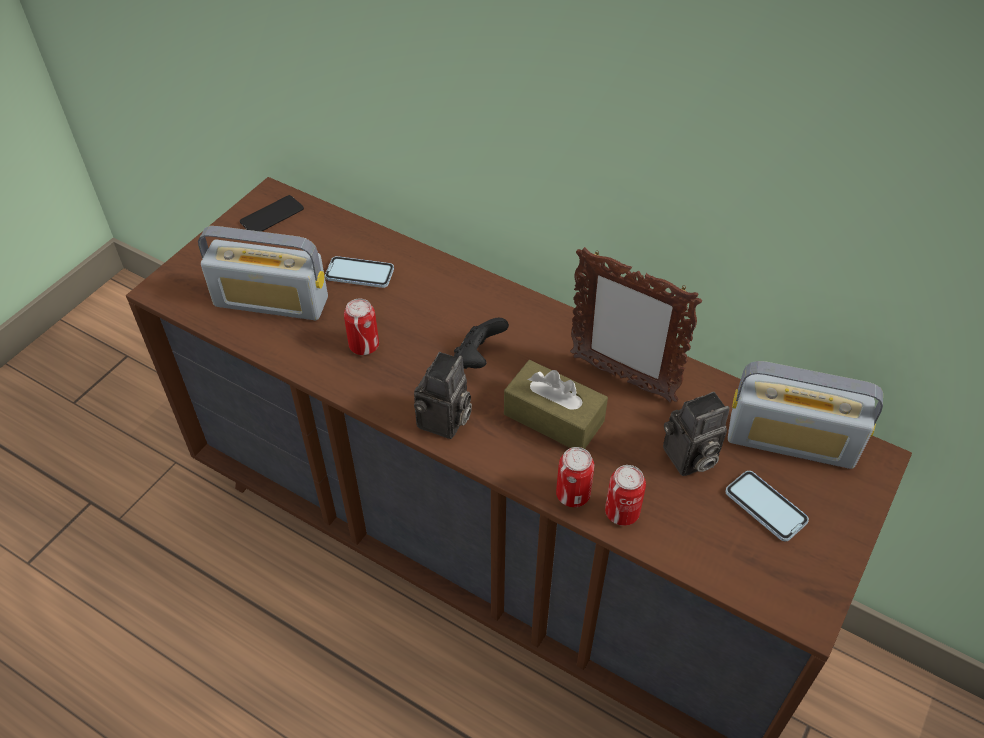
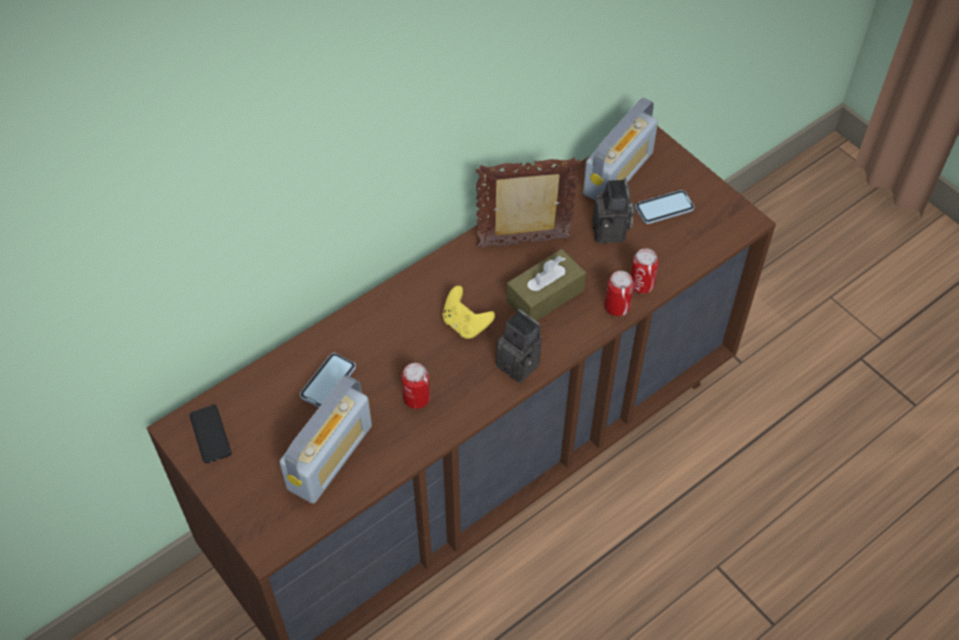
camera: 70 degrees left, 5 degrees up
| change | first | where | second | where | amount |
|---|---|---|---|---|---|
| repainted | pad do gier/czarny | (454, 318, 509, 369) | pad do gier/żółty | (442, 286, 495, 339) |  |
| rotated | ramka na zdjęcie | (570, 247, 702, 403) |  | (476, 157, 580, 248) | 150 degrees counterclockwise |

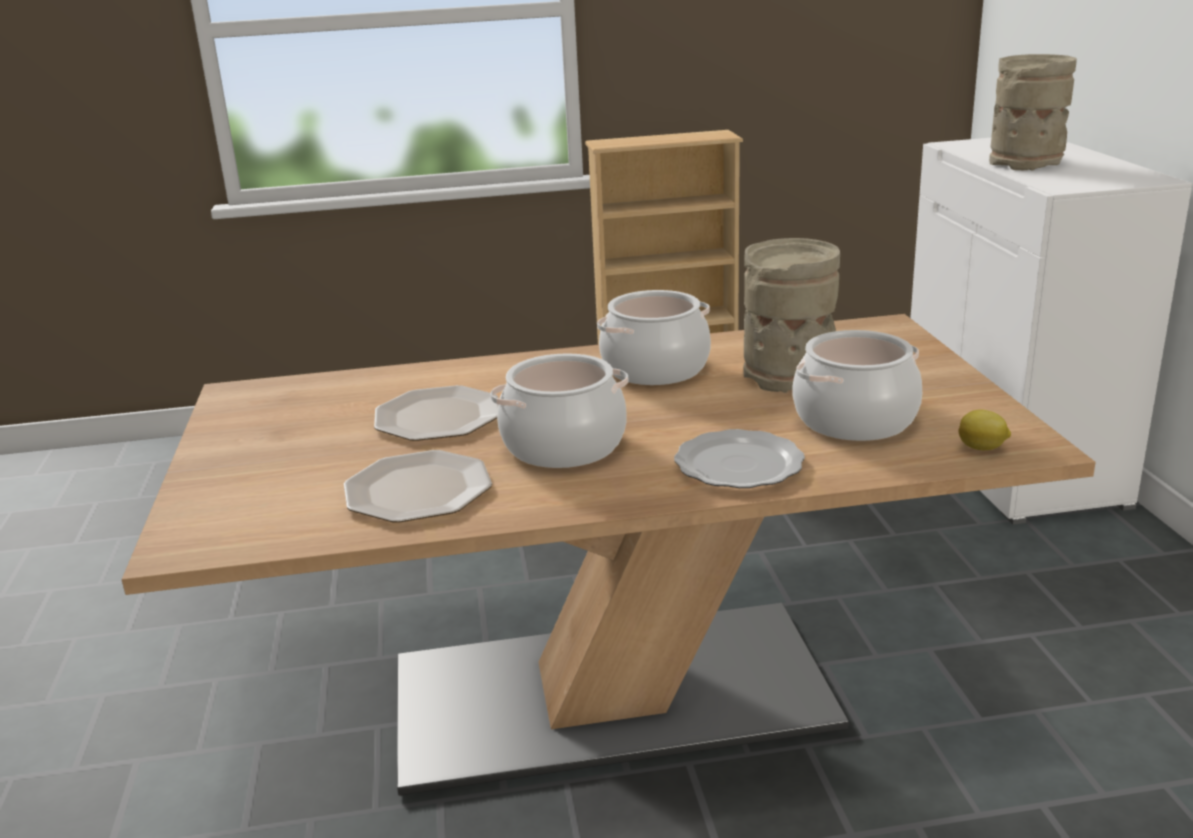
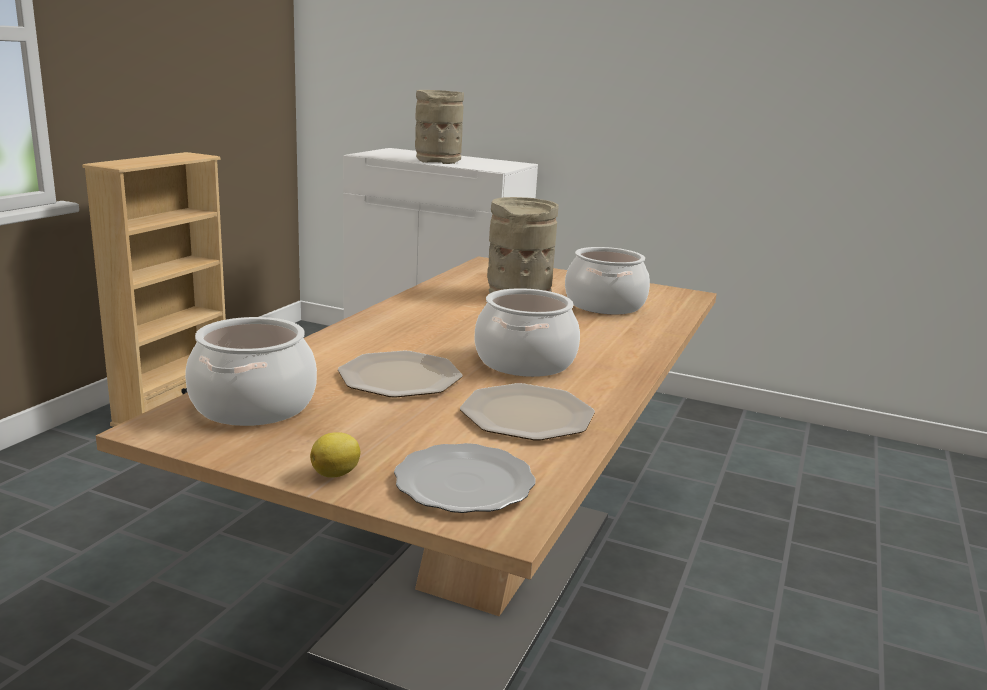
camera: 60 degrees left, 5 degrees down
| change | first | where | second | where | amount |
|---|---|---|---|---|---|
| shifted | garnek | (597, 290, 711, 385) |  | (185, 317, 317, 426) |  |
| shifted | talerz | (674, 429, 805, 488) |  | (394, 443, 536, 513) |  |
| shifted | cytryna | (958, 409, 1011, 450) |  | (310, 432, 360, 478) |  |

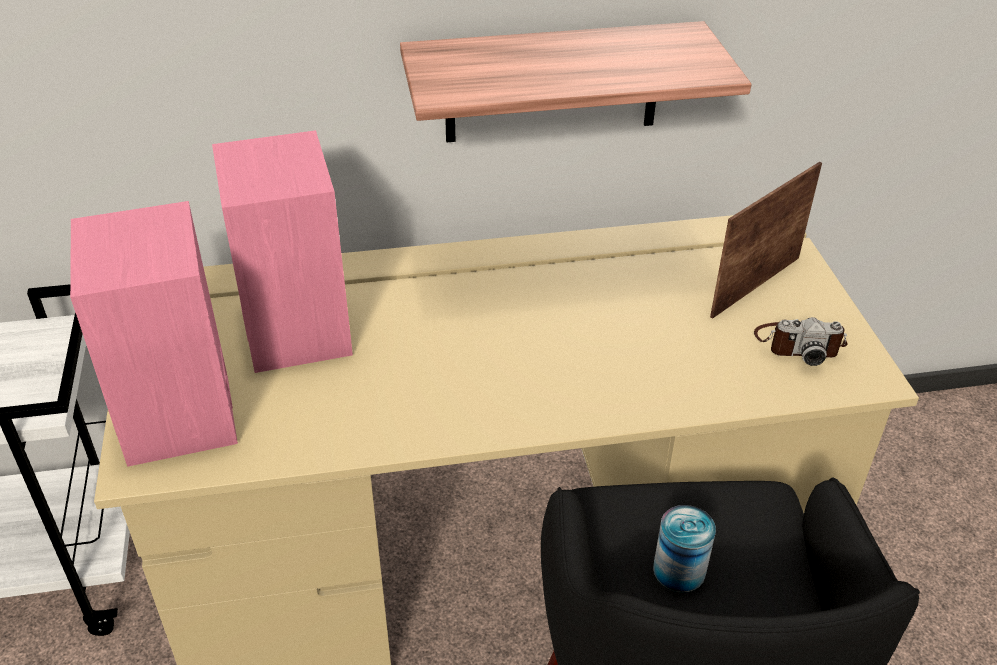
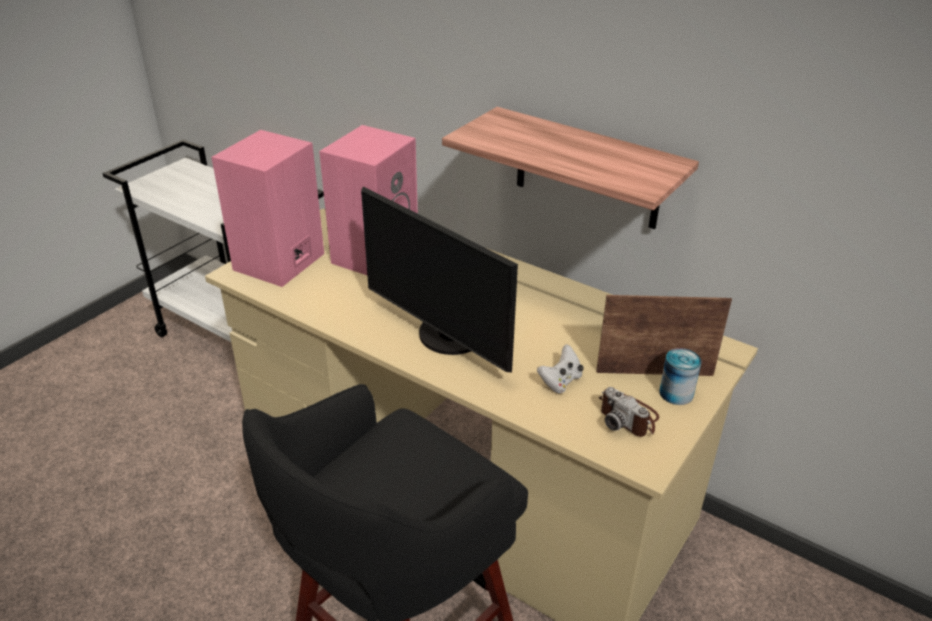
camera: 45 degrees right, 5 degrees down
| change | first | where | second | where | amount |
|---|---|---|---|---|---|
| shifted | puszka | (653, 505, 716, 592) |  | (659, 348, 702, 405) |  |
| new |  |  | monitor | (361, 187, 518, 372) |  |
| new |  |  | pad do gier/biały | (537, 344, 584, 394) |  |

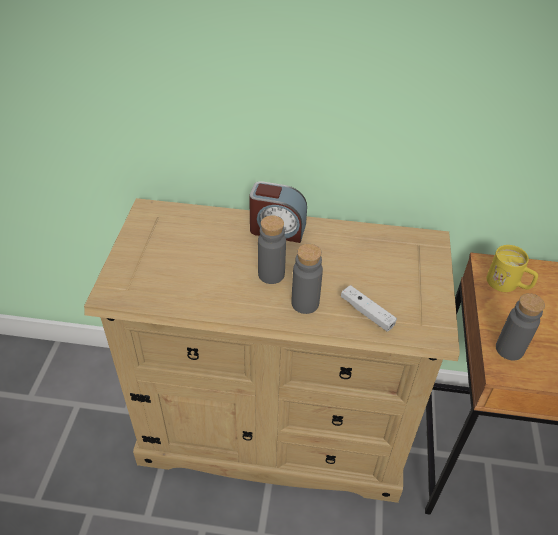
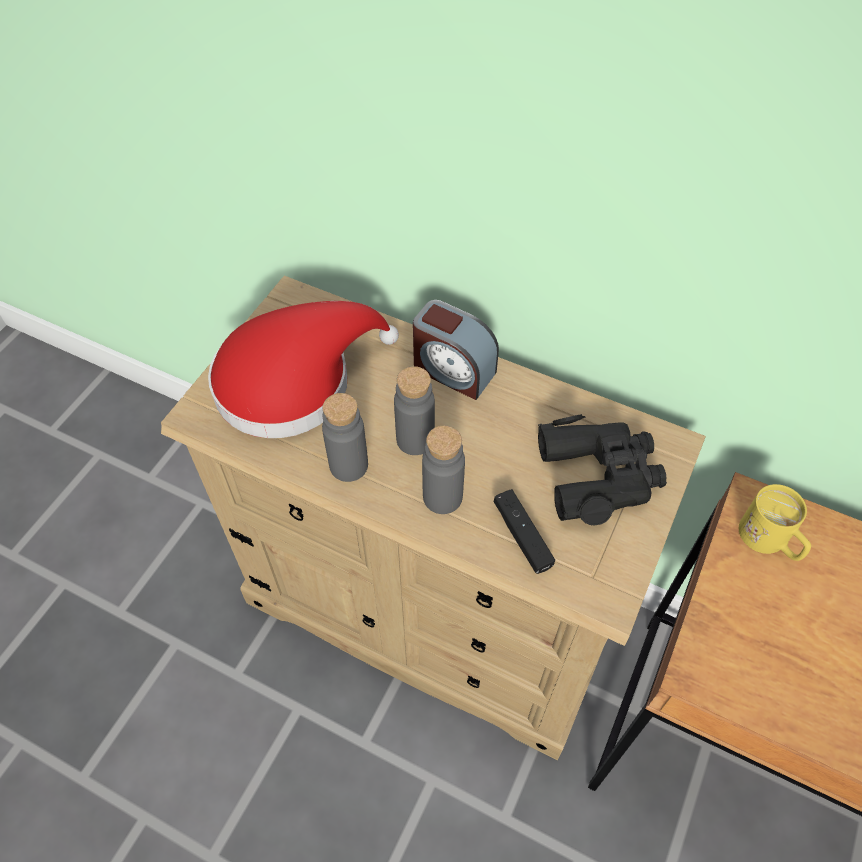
camera: 20 degrees right, 10 degrees up
| change | first | where | second | where | amount |
|---|---|---|---|---|---|
| repainted | pad do gier/biały | (341, 285, 397, 332) | pad do gier/czarny | (494, 489, 555, 574) |  |
| shifted | butelka/szary | (496, 293, 545, 361) |  | (322, 393, 368, 482) |  |
| new |  |  | kapelusz/czerwony | (208, 301, 399, 438) |  |
| new |  |  | lornetka/czarny | (538, 414, 667, 526) |  |

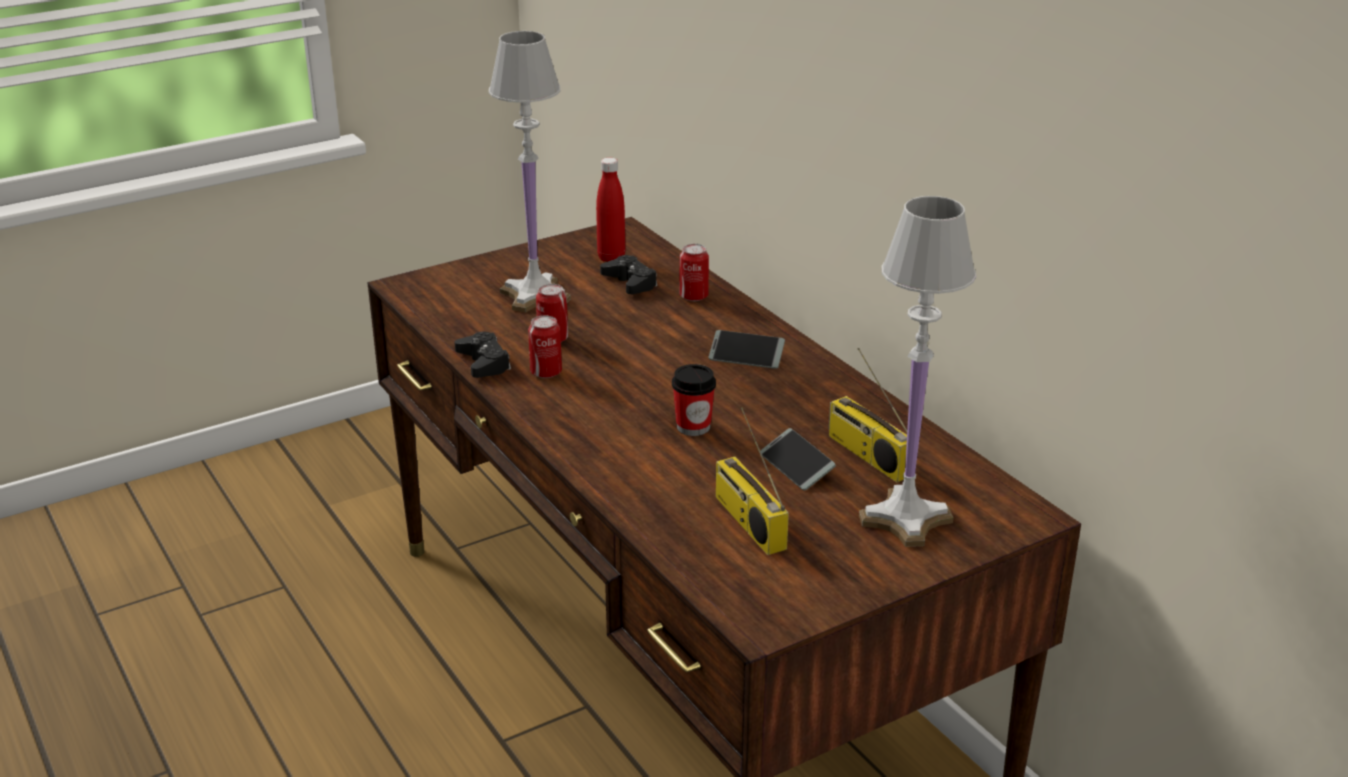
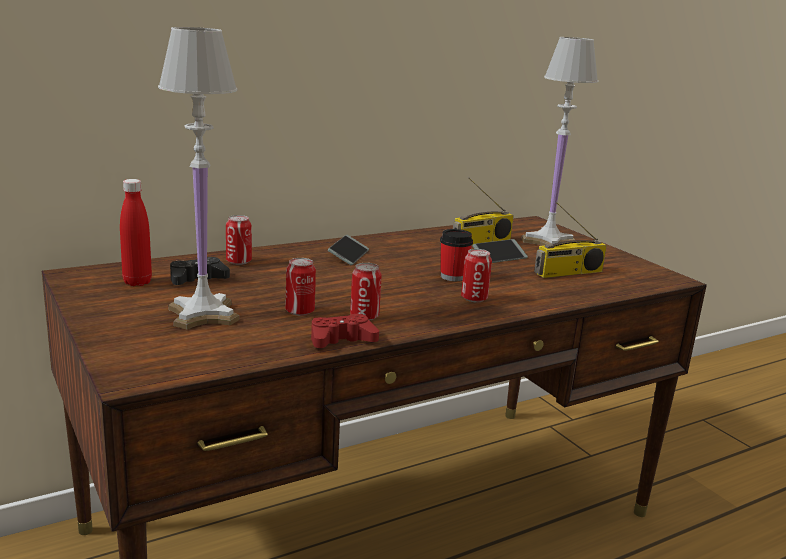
camera: 90 degrees left, 10 degrees down
| change | first | where | second | where | amount |
|---|---|---|---|---|---|
| repainted | pad do gier/czarny | (454, 331, 511, 378) | pad do gier/czerwony | (311, 314, 379, 348) |  |
| new |  |  | puszka | (461, 249, 492, 302) |  |

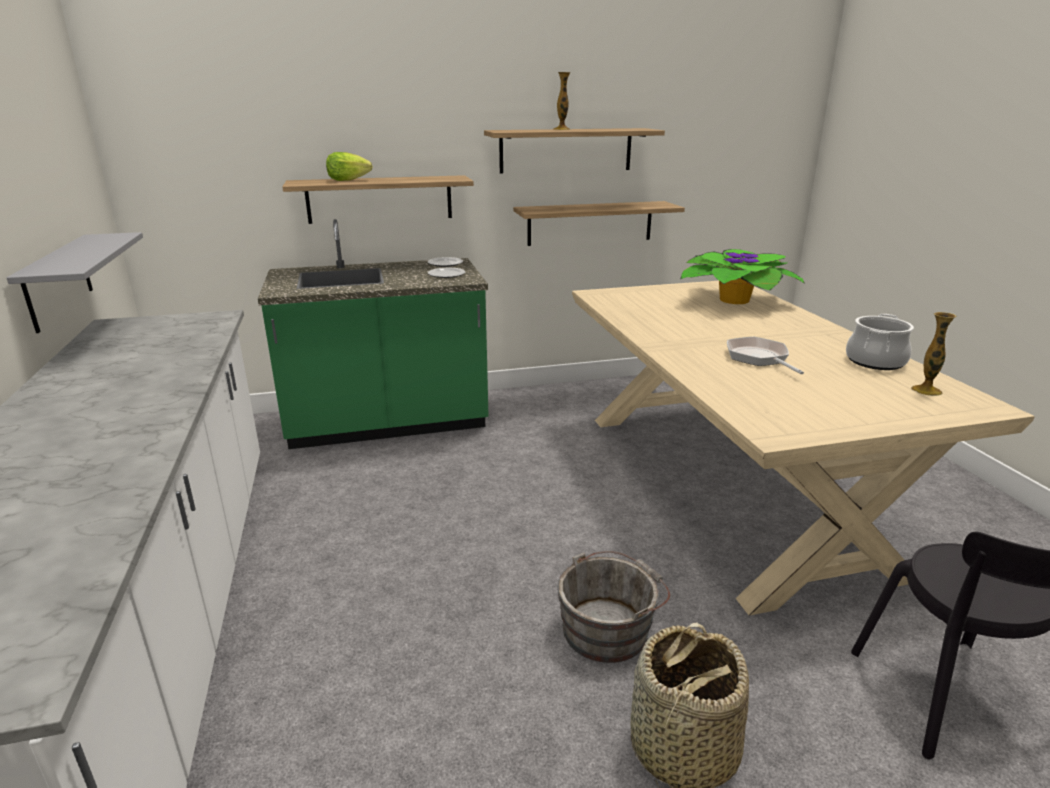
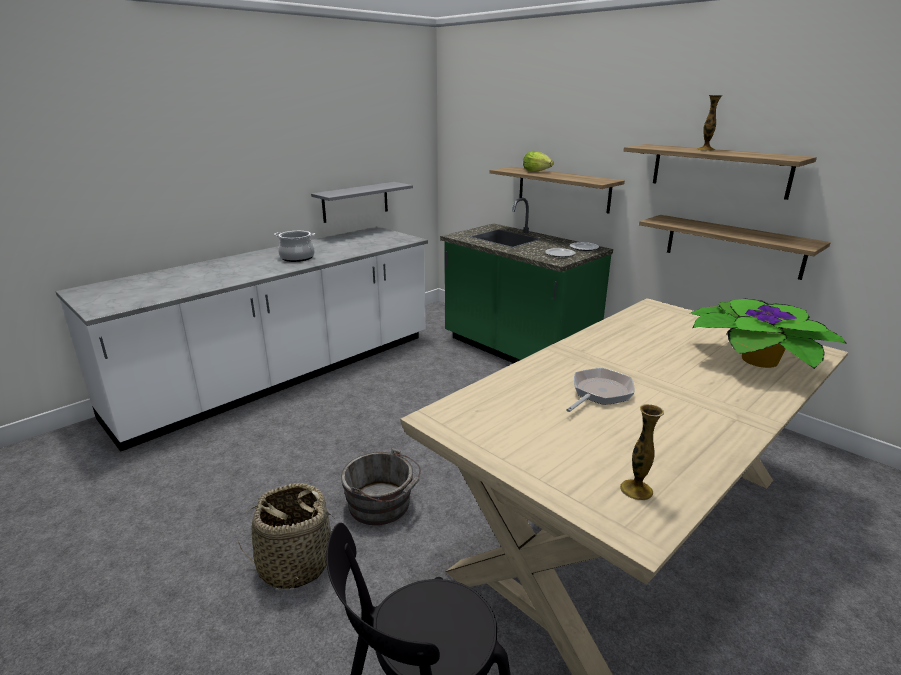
camera: 60 degrees right, 0 degrees up
| change | first | where | second | where | amount |
|---|---|---|---|---|---|
| shifted | garnek | (846, 314, 914, 370) |  | (274, 231, 315, 262) |  |

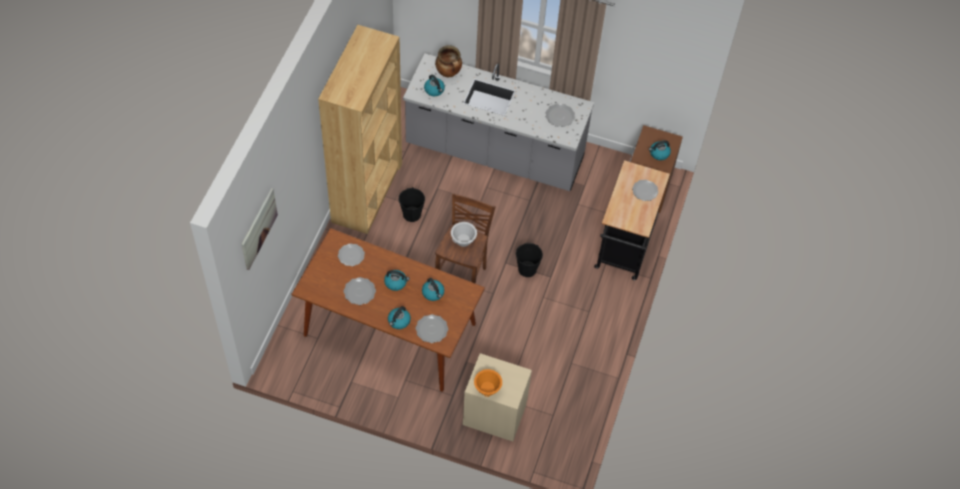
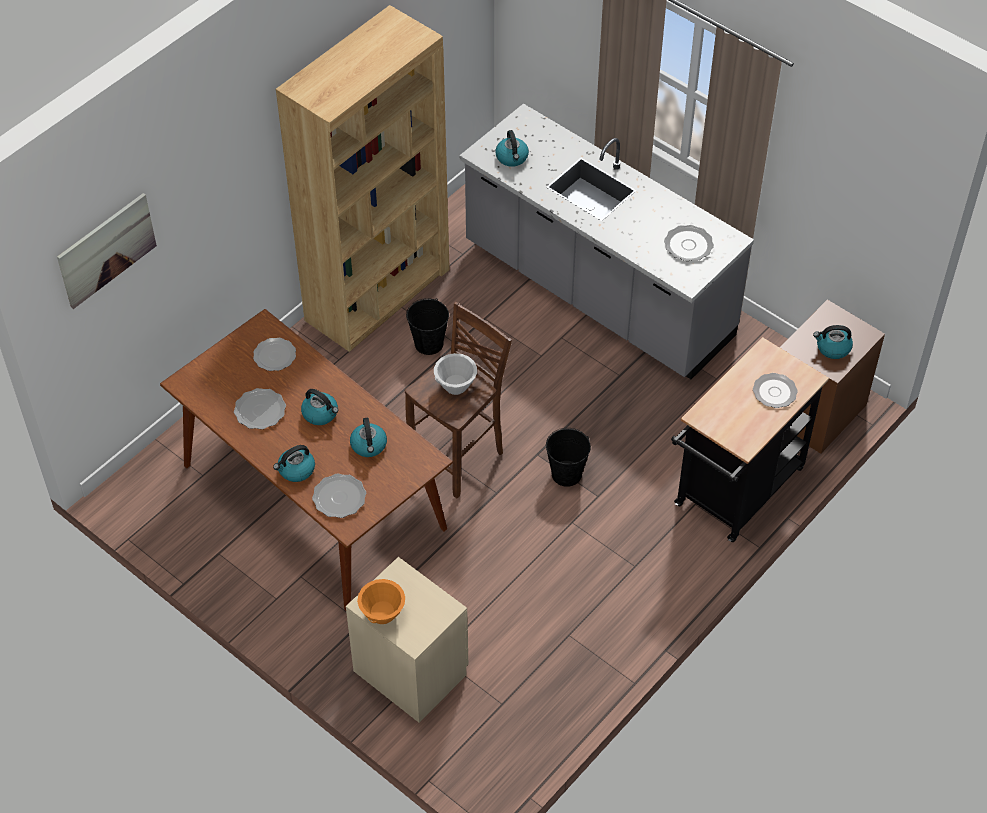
camera: 25 degrees right, 5 degrees down
| change | first | where | second | where | amount |
|---|---|---|---|---|---|
| gone | garnek | (435, 45, 462, 78) |  |  |  |

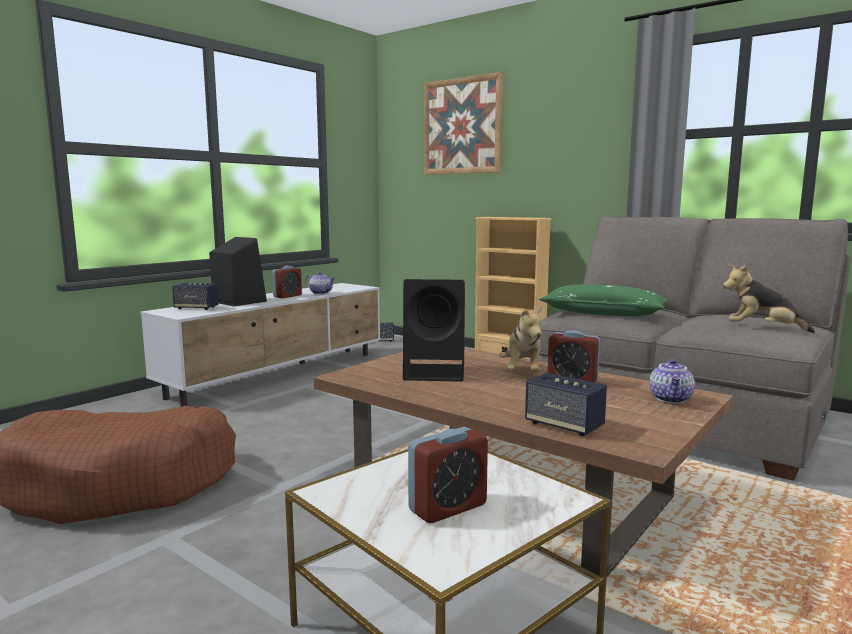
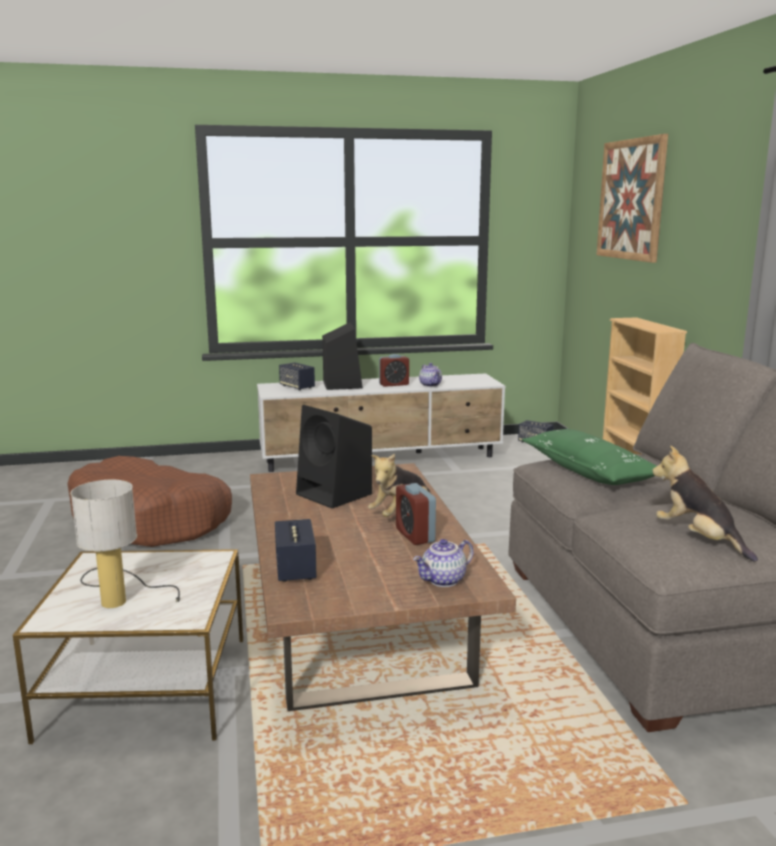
camera: 40 degrees right, 5 degrees up
| change | first | where | second | where | amount |
|---|---|---|---|---|---|
| swapped | budzik | (408, 427, 488, 523) | lampa stołowa | (70, 480, 180, 608) |  |

